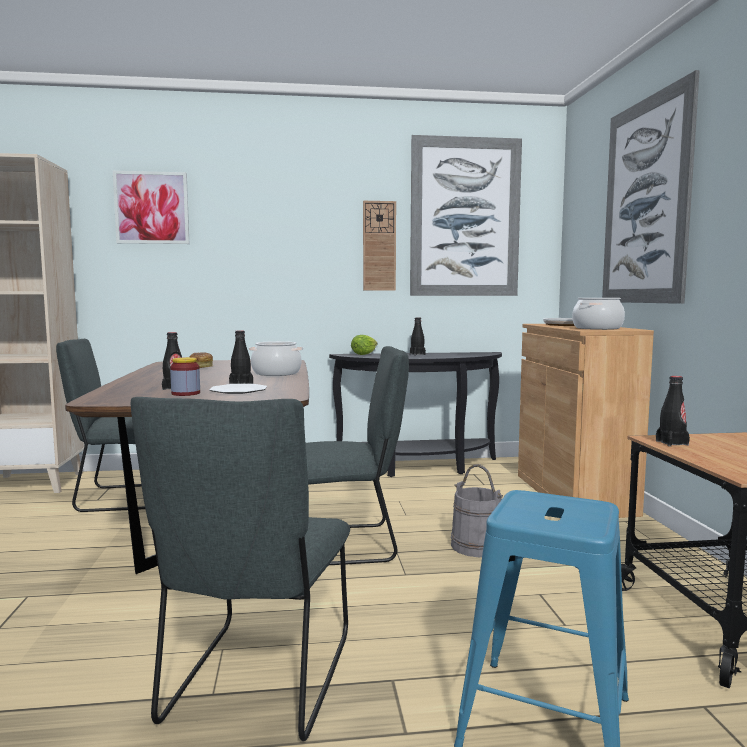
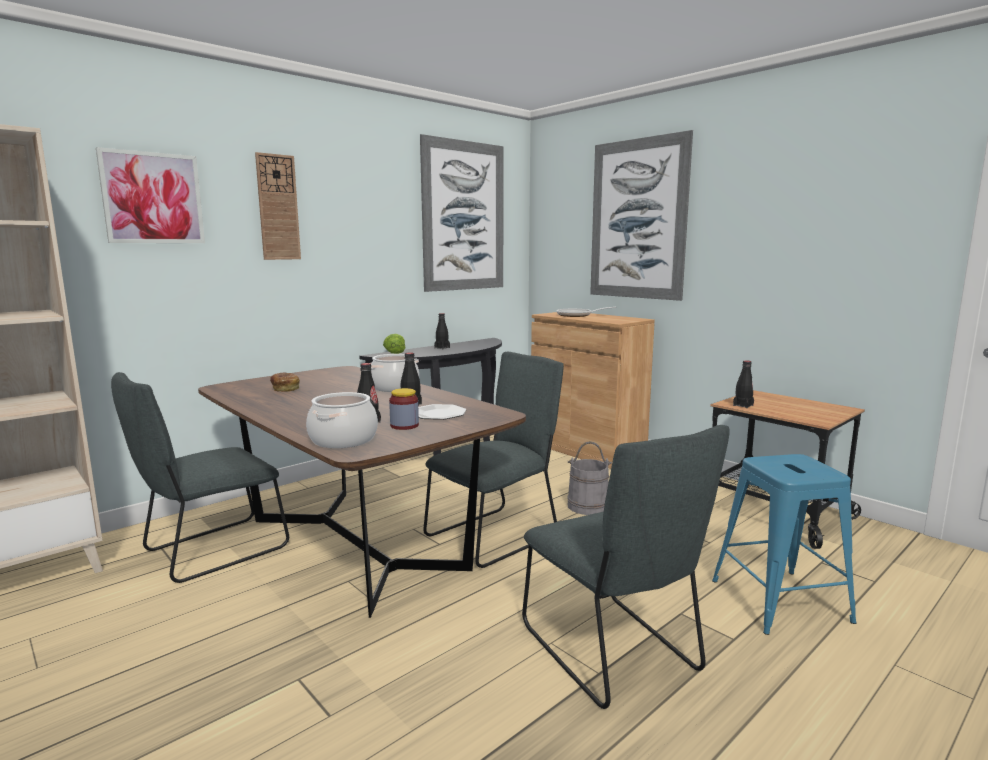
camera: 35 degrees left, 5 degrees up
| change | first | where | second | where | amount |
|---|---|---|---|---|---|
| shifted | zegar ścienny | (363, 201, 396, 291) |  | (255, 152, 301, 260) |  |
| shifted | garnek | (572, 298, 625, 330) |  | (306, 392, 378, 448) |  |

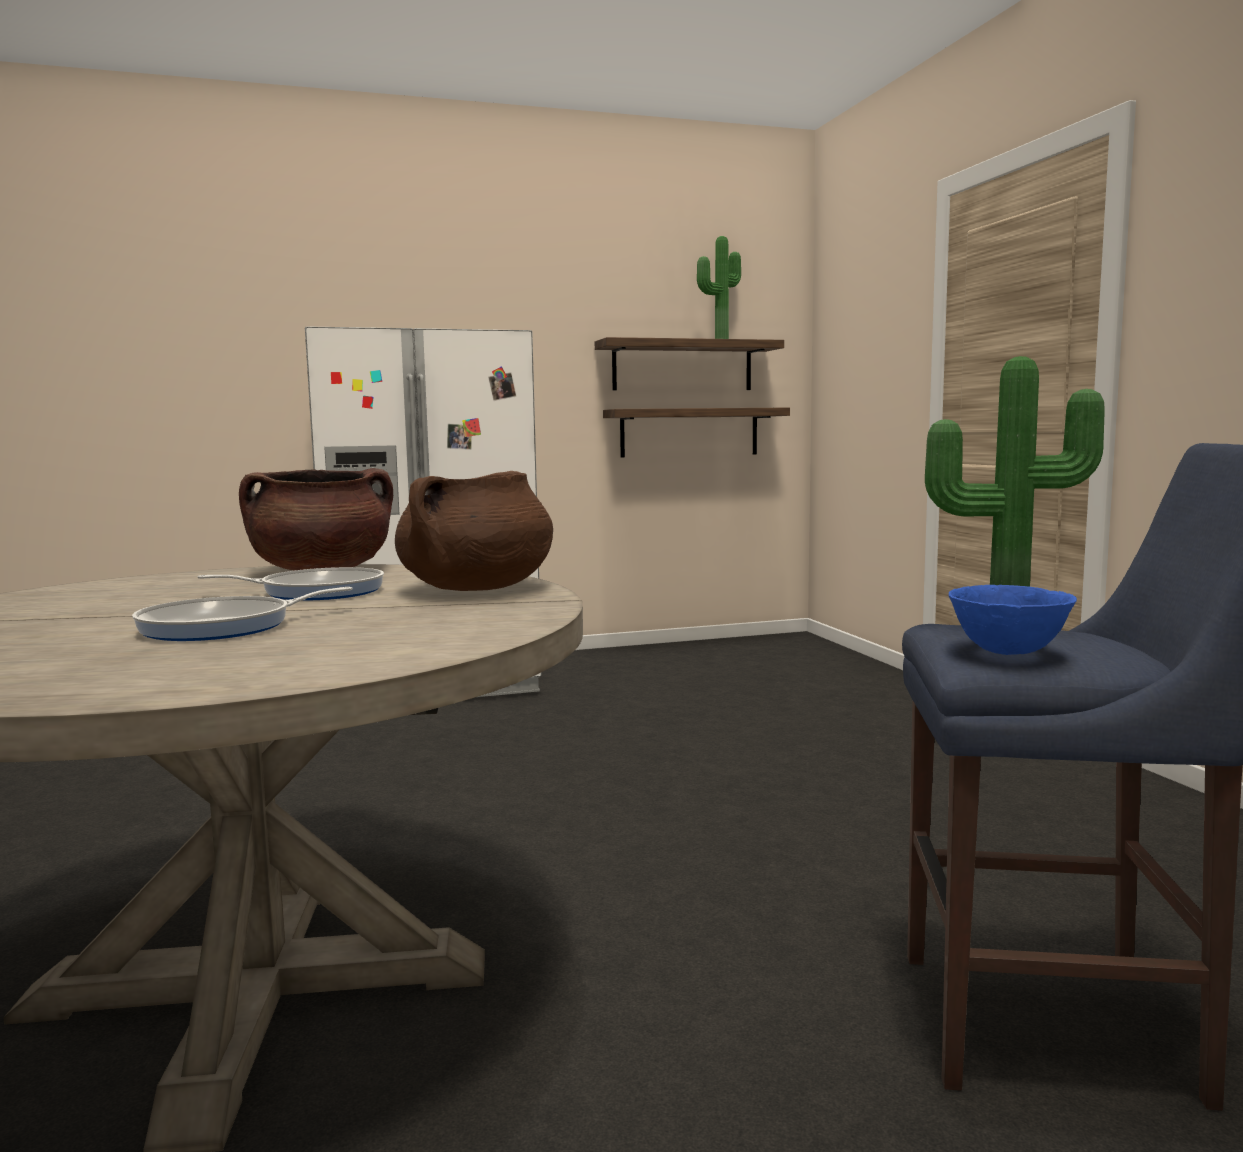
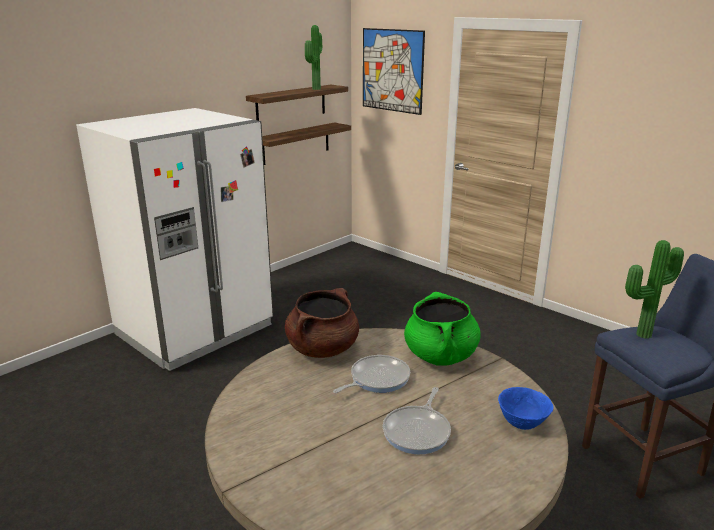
camera: 30 degrees left, 15 degrees up
| change | first | where | second | where | amount |
|---|---|---|---|---|---|
| repainted | garnek/brązowy | (395, 471, 553, 591) | garnek/zielony | (404, 292, 481, 366) |  |
| shifted | miska/niebieski | (949, 585, 1077, 655) |  | (498, 387, 554, 430) |  |
| new |  |  | obraz | (363, 28, 425, 115) |  |

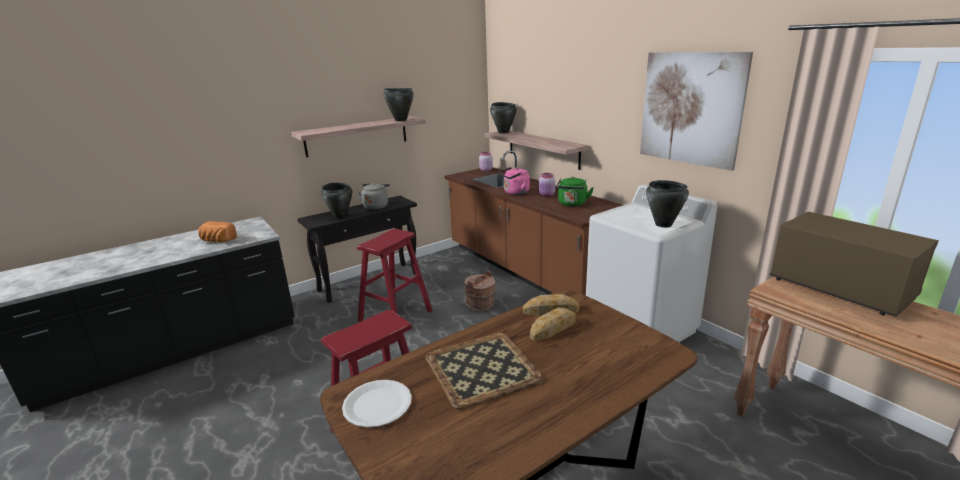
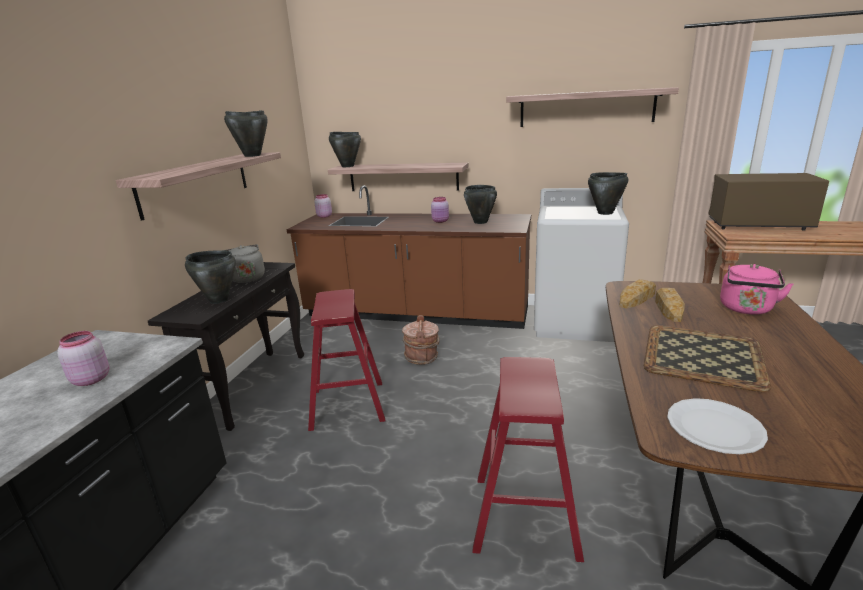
camera: 40 degrees left, 0 degrees up
| change | first | where | second | where | amount |
|---|---|---|---|---|---|
| swapped | chleb | (198, 221, 237, 242) | słoik/różowy | (57, 331, 109, 386) |  |
| shifted | czajnik/różowy | (499, 167, 530, 195) |  | (720, 264, 793, 315) |  |
| swapped | czajnik/zielony | (557, 177, 593, 206) | garnek/czarny | (464, 185, 497, 224) |  |
| swapped | obraz | (640, 52, 753, 171) | półka | (506, 88, 679, 127) |  |

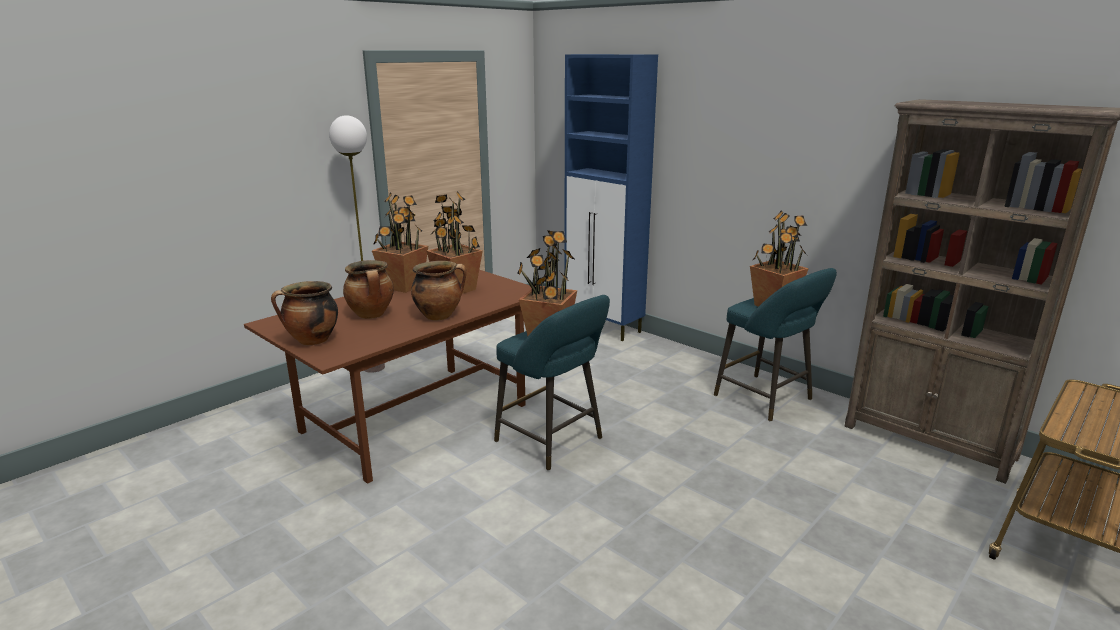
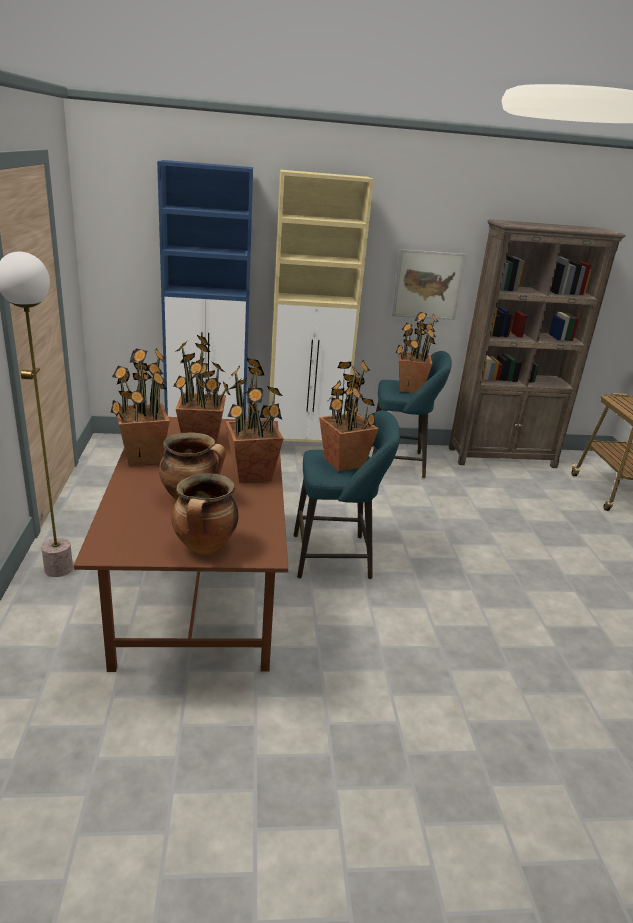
camera: 50 degrees left, 5 degrees up
| change | first | where | second | where | amount |
|---|---|---|---|---|---|
| swapped | garnek | (411, 261, 466, 320) | roślina doniczkowa | (226, 358, 284, 483) |  |
| new |  |  | szafka/beżowy | (269, 170, 374, 442) |  |
| new |  |  | obraz | (392, 249, 466, 320) |  |

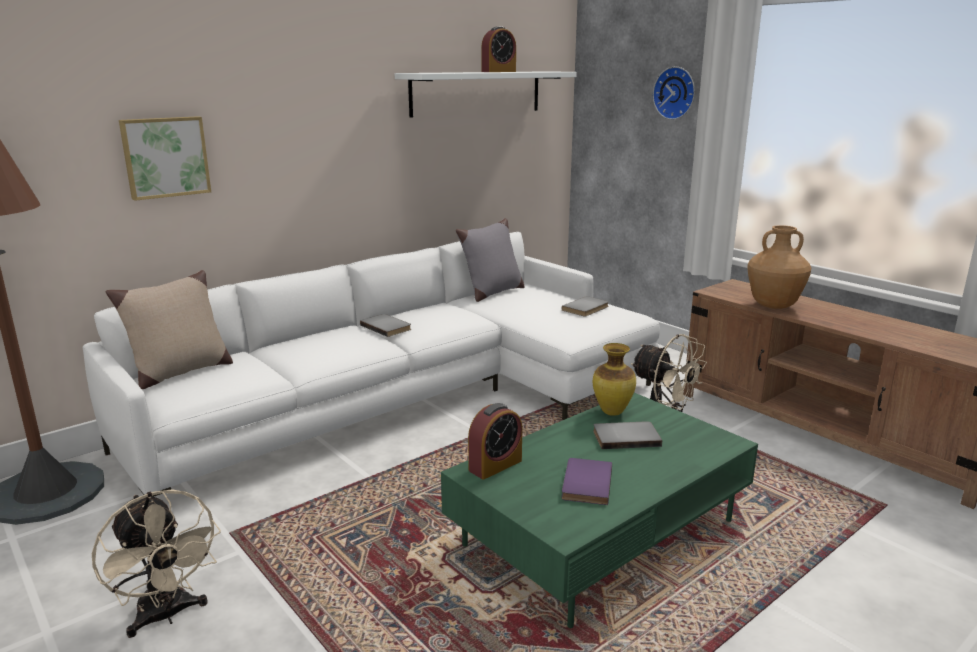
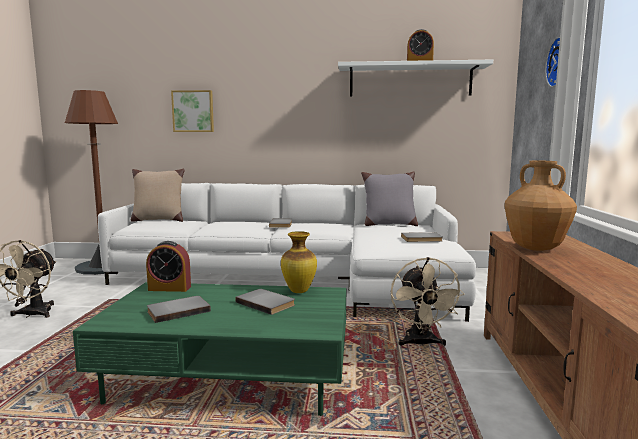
camera: 45 degrees right, 10 degrees down
| change | first | where | second | where | amount |
|---|---|---|---|---|---|
| repainted | książka/fioletowy | (562, 458, 612, 505) | książka/szary | (147, 296, 211, 323) |  |

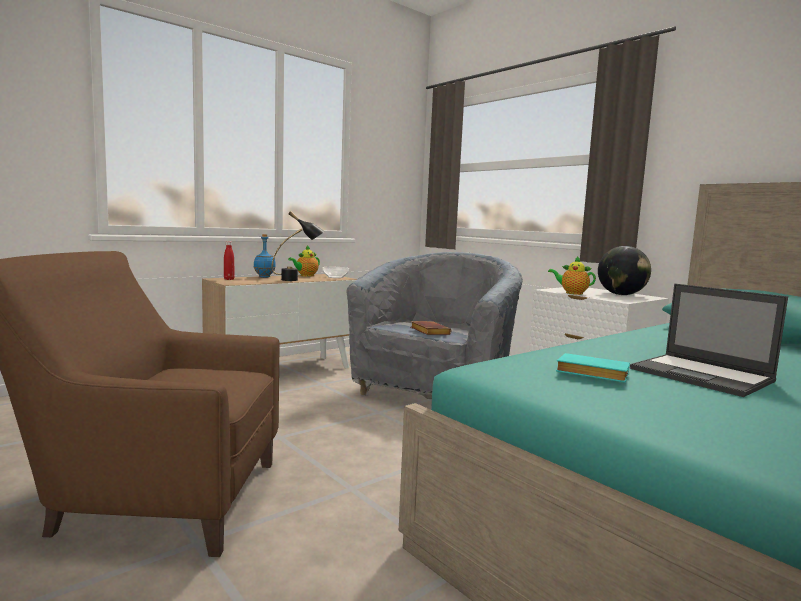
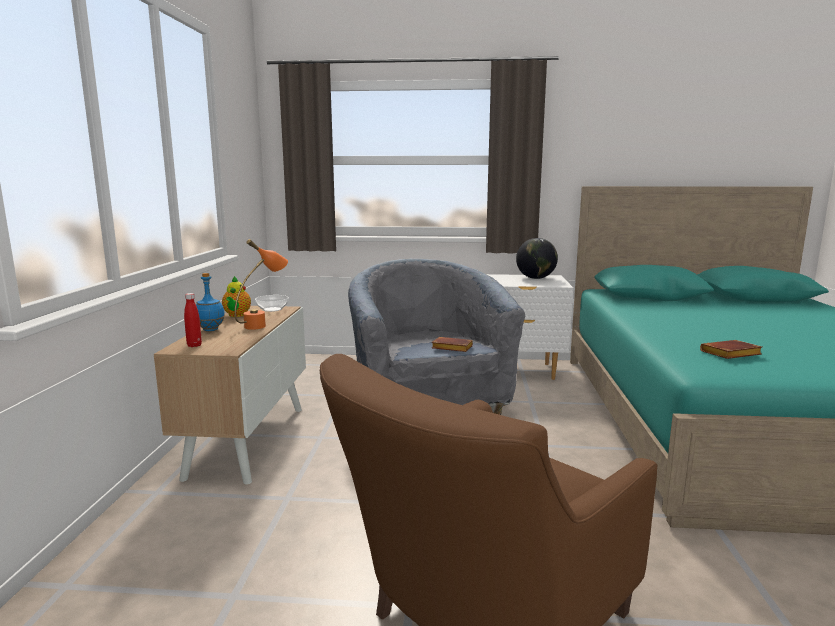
camera: 45 degrees left, 5 degrees up
| change | first | where | second | where | amount |
|---|---|---|---|---|---|
| repainted | lampa stołowa/czarny | (271, 211, 325, 281) | lampa stołowa/pomarańczowy | (234, 239, 288, 330) |  |
| gone | imbryk | (548, 256, 596, 295) |  |  |  |
| repainted | książka/turkusowy | (556, 353, 630, 383) | książka/brązowy | (700, 340, 763, 359) |  |
| gone | laptop | (630, 284, 788, 397) |  |  |  |

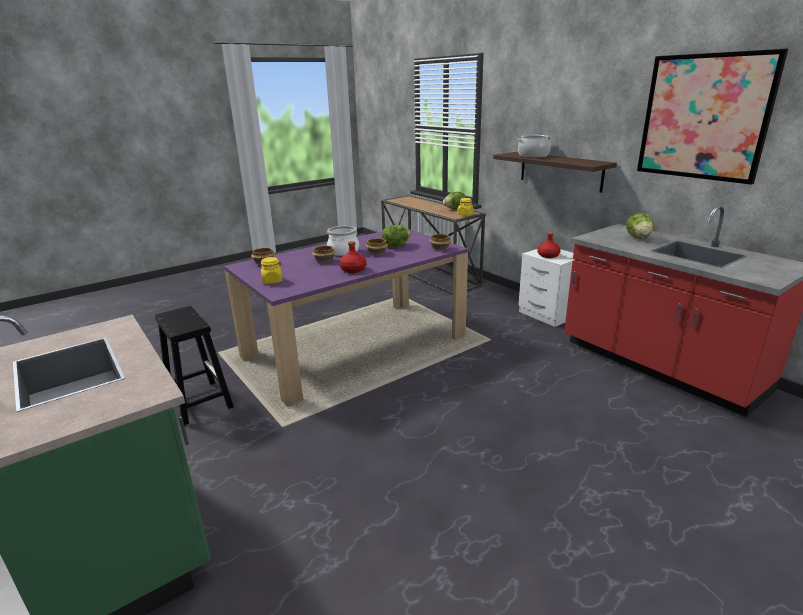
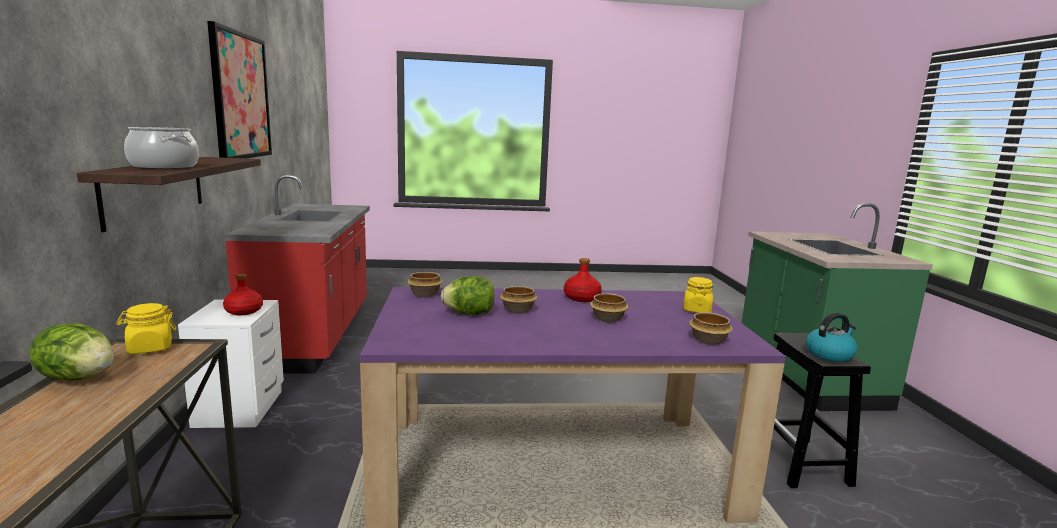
camera: 150 degrees left, 10 degrees down
| change | first | where | second | where | amount |
|---|---|---|---|---|---|
| gone | garnek | (327, 226, 359, 256) |  |  |  |
| gone | sałata | (626, 213, 654, 239) |  |  |  |
| new |  |  | czajnik | (806, 313, 858, 362) |  |

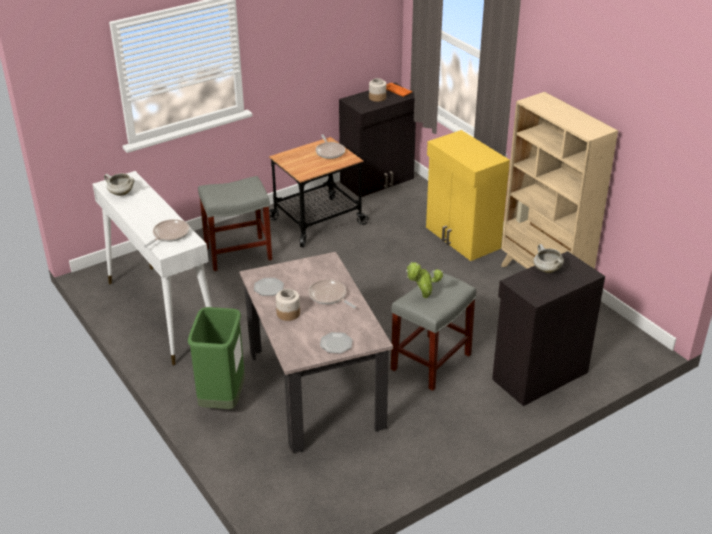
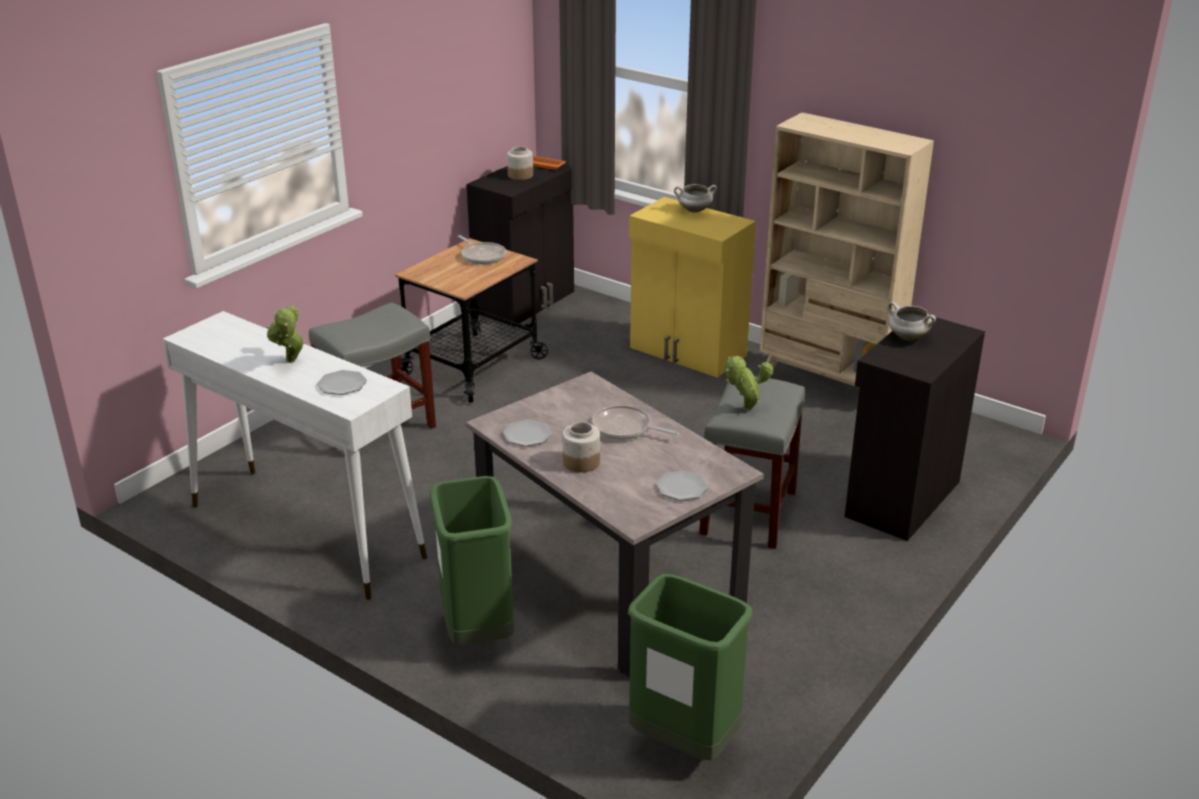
camera: 20 degrees left, 5 degrees down
| change | first | where | second | where | amount |
|---|---|---|---|---|---|
| shifted | garnek/biały | (104, 173, 135, 196) |  | (674, 184, 717, 213) |  |
| swapped | patelnia | (144, 219, 190, 248) | talerz | (317, 370, 367, 395) |  |
| new |  |  | roślina doniczkowa | (267, 305, 306, 363) |  |
| new |  |  | kosz na śmieci/zielony | (628, 574, 753, 761) |  |

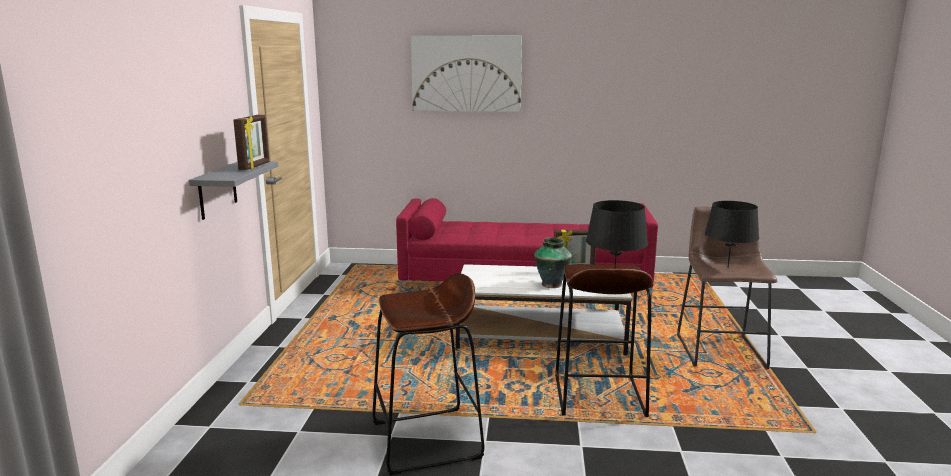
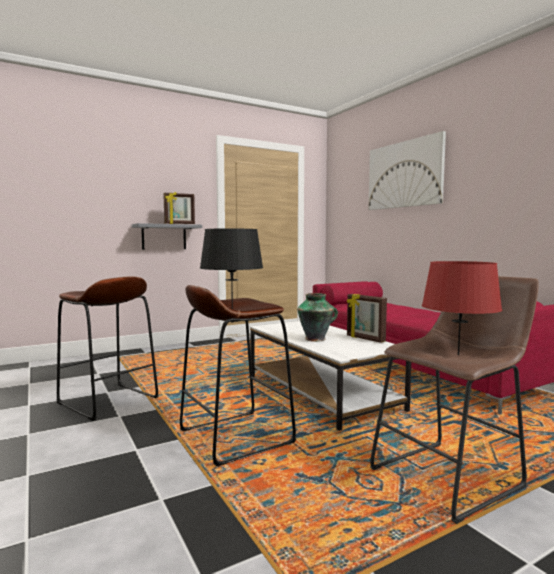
camera: 55 degrees right, 10 degrees down
| change | first | where | second | where | amount |
|---|---|---|---|---|---|
| repainted | lampa stołowa/czarny | (705, 201, 759, 267) | lampa stołowa/czerwony | (422, 261, 502, 355) |  |

